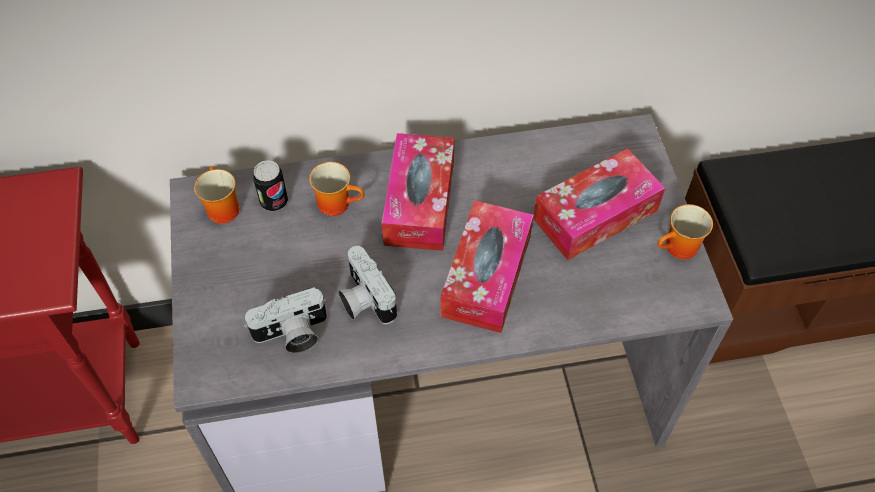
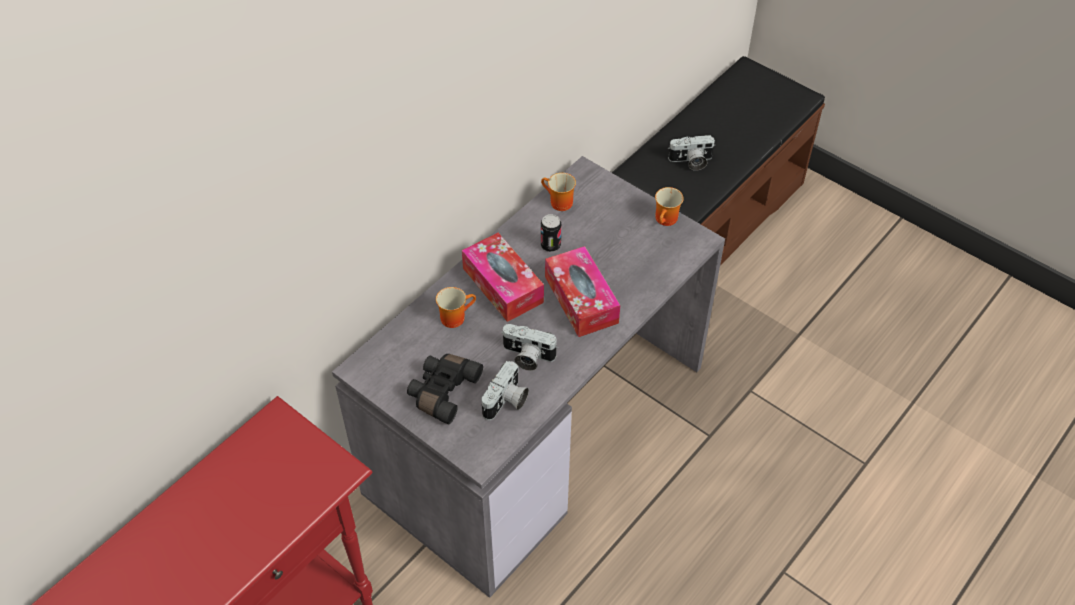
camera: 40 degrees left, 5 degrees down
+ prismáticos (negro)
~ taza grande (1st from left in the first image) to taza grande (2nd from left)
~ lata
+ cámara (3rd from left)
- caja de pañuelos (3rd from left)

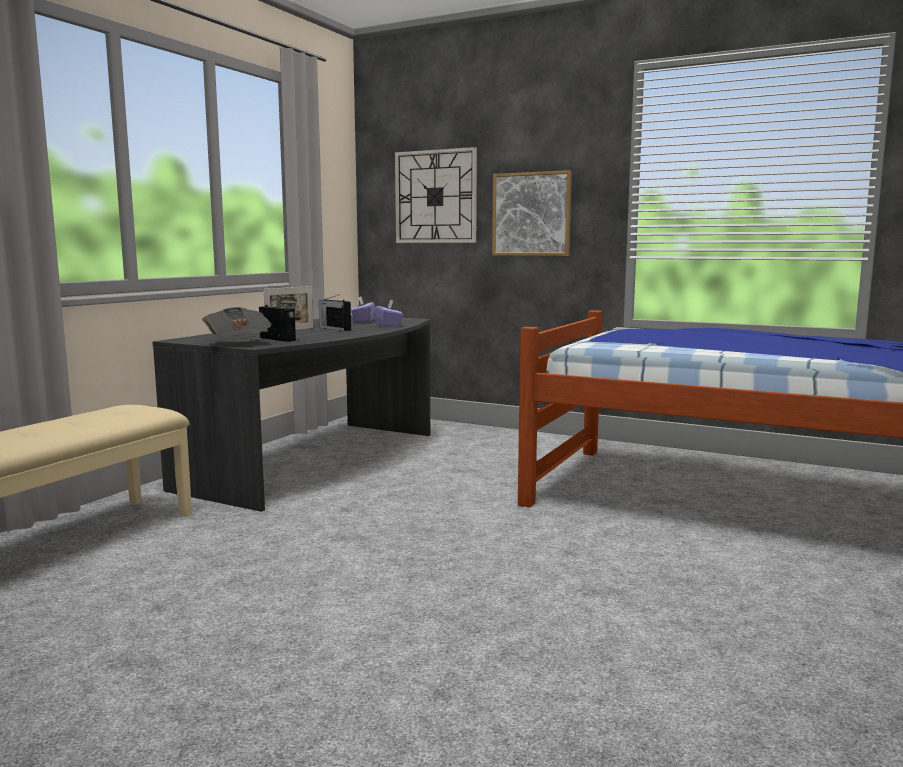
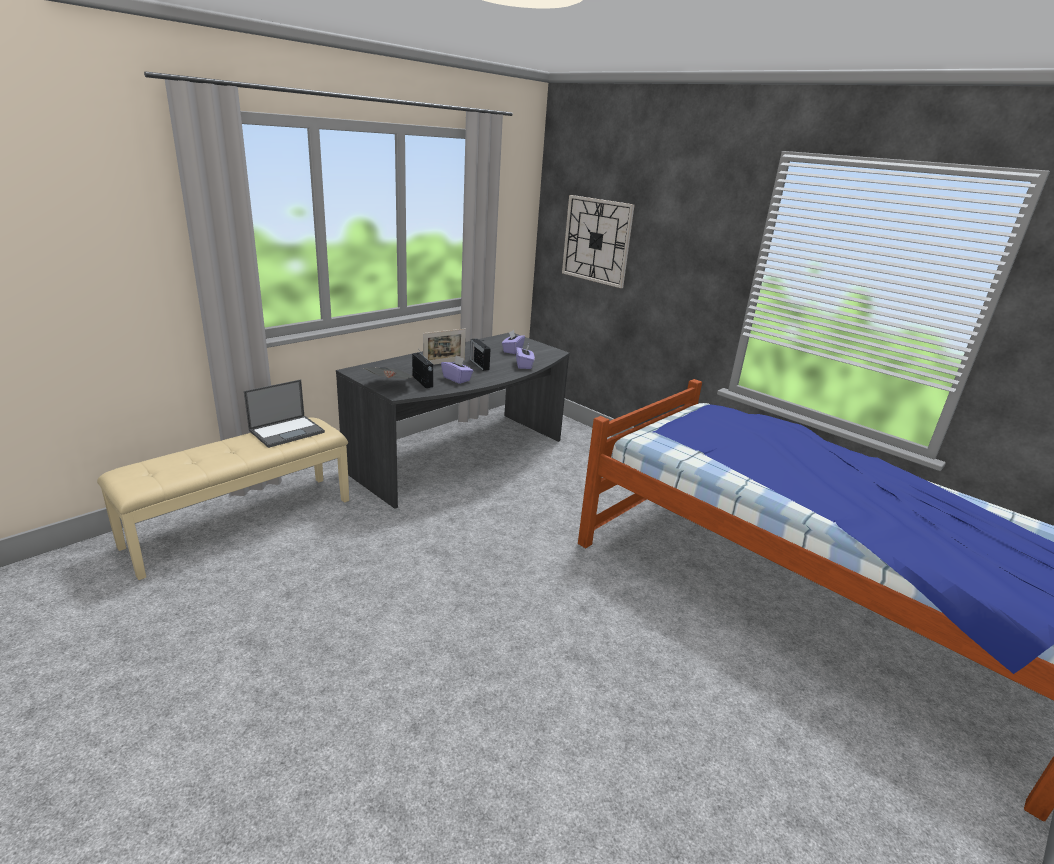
camera: 15 degrees right, 15 degrees up
+ portátil
+ caja de pañuelos (morado) (1st from left)
- cuadro

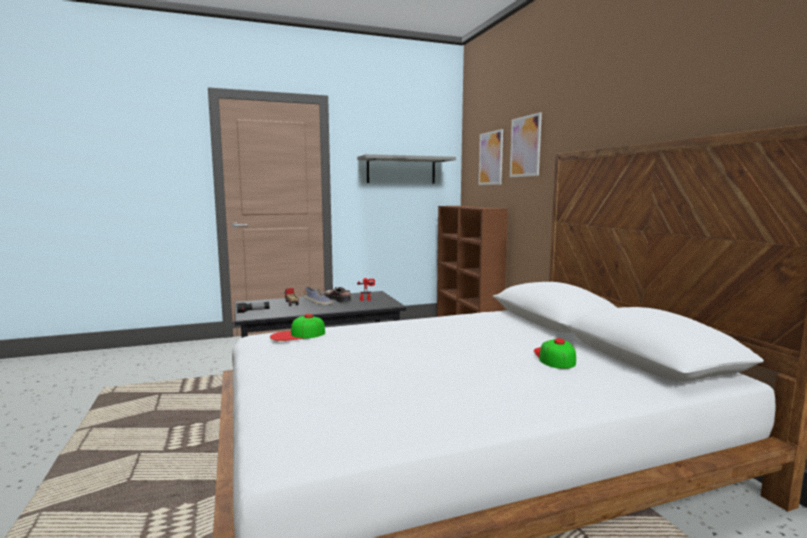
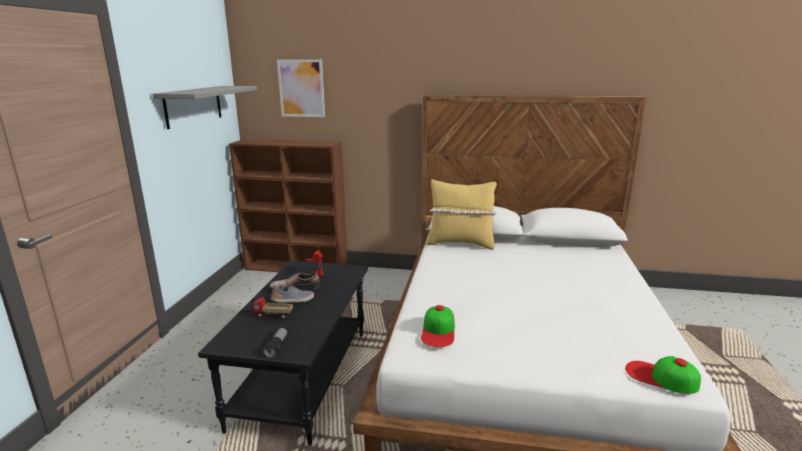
camera: 60 degrees left, 10 degrees up
+ cojín (amarillo)
~ gorra (2nd from left)
- cuadro (2nd from left)

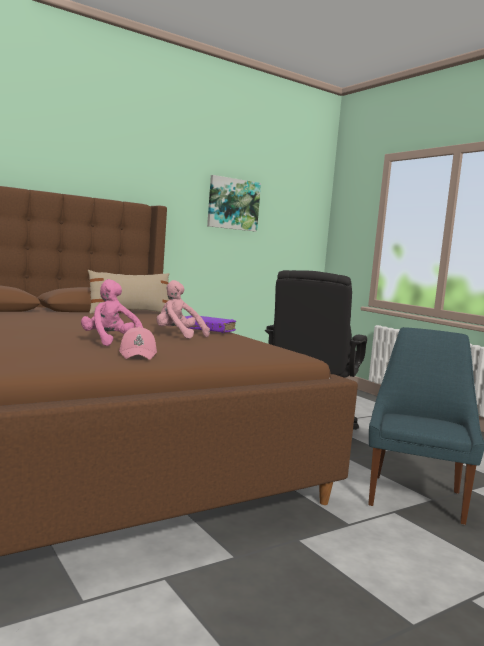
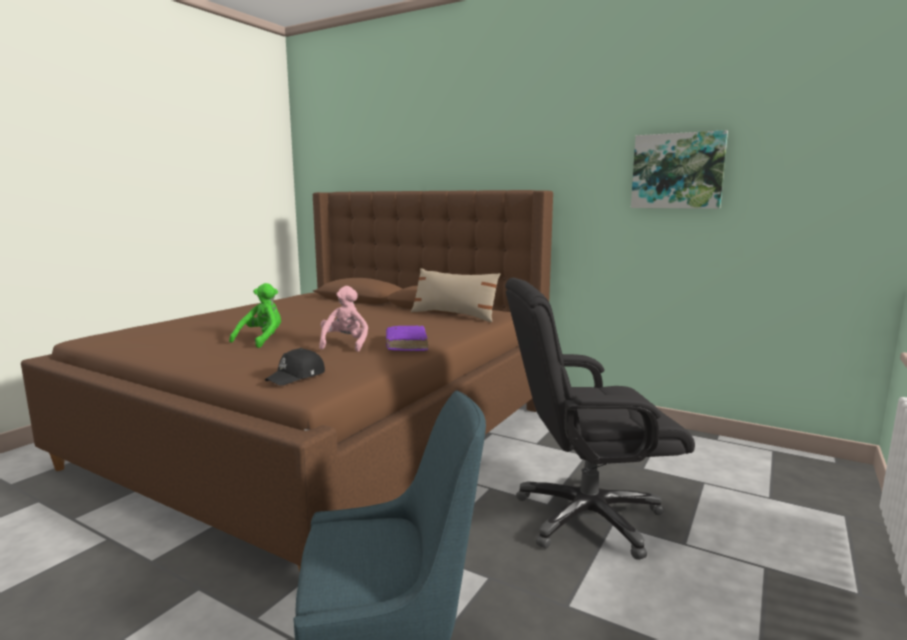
camera: 65 degrees right, 5 degrees up
~ peluche (rosa) (1st from left) to peluche (verde)
+ gorra (negro)
- gorra (rosa)

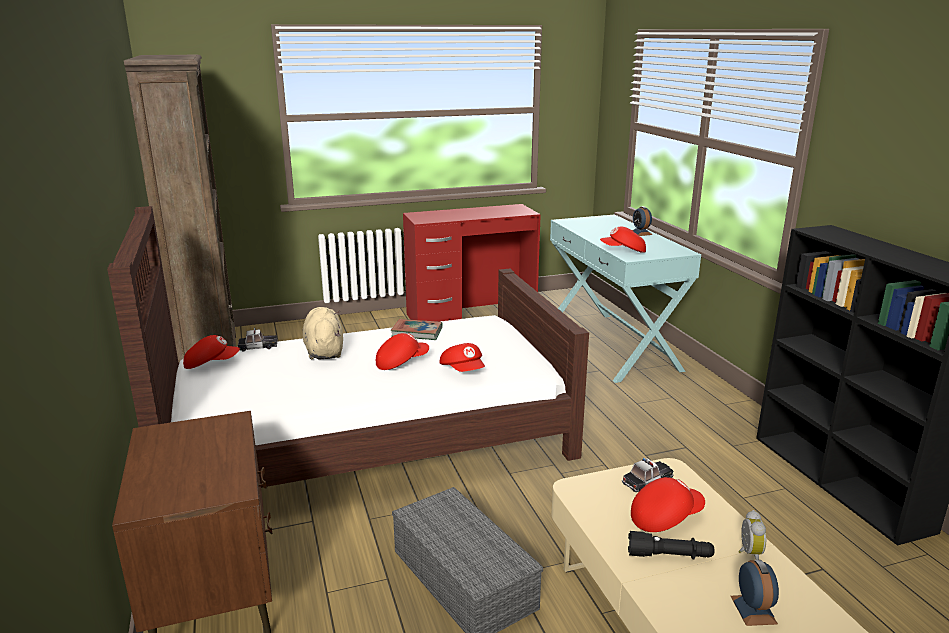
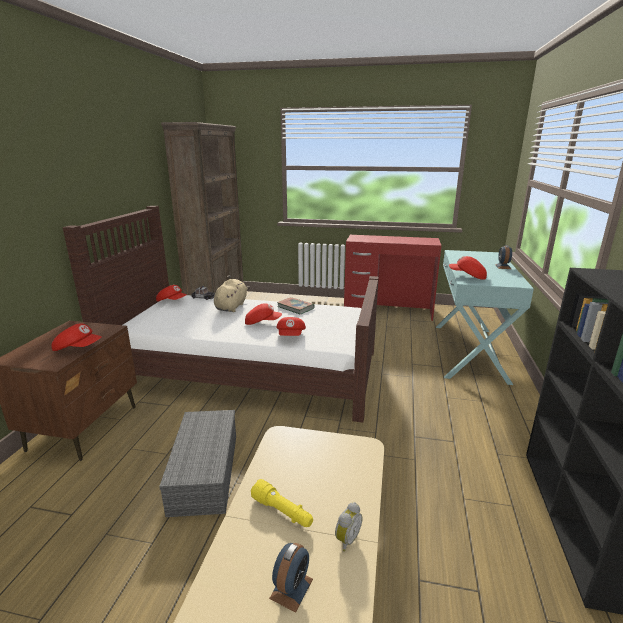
camera: 30 degrees right, 0 degrees up
~ gorra (rojo) (5th from left in the first image) to gorra (rojo) (1st from left)
~ linterna (negro) to linterna (amarillo)
- coche de juguete (2nd from left)

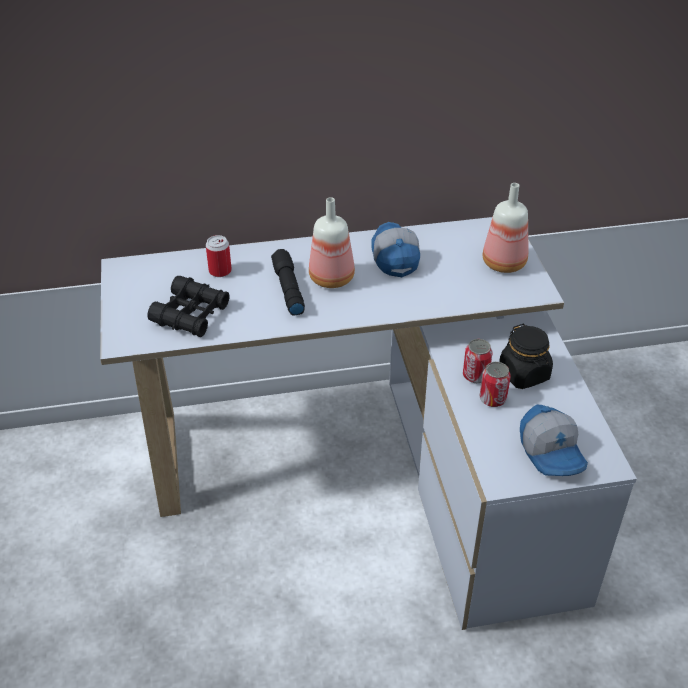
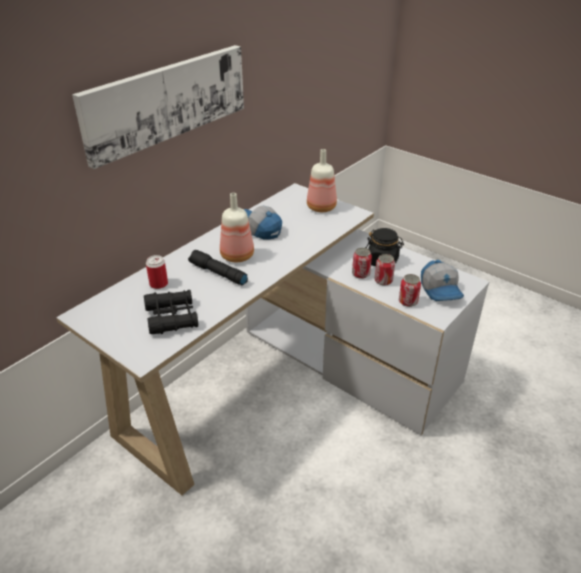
camera: 40 degrees left, 5 degrees down
+ cuadro
+ lata (4th from left)
~ gorra (2nd from left) 45 degrees clockwise

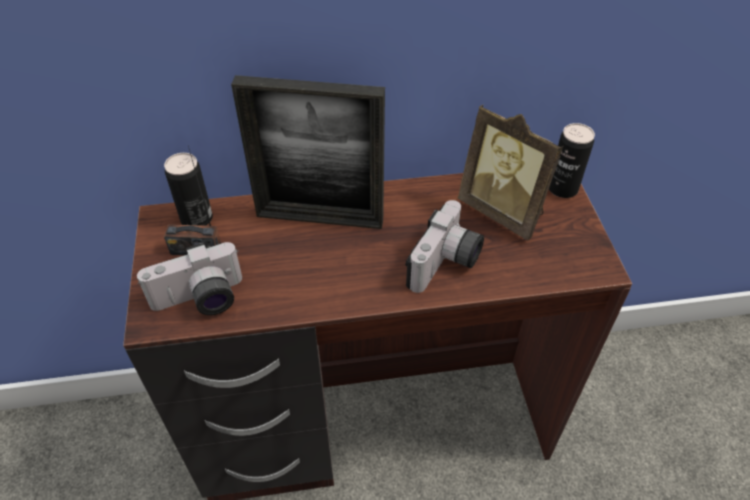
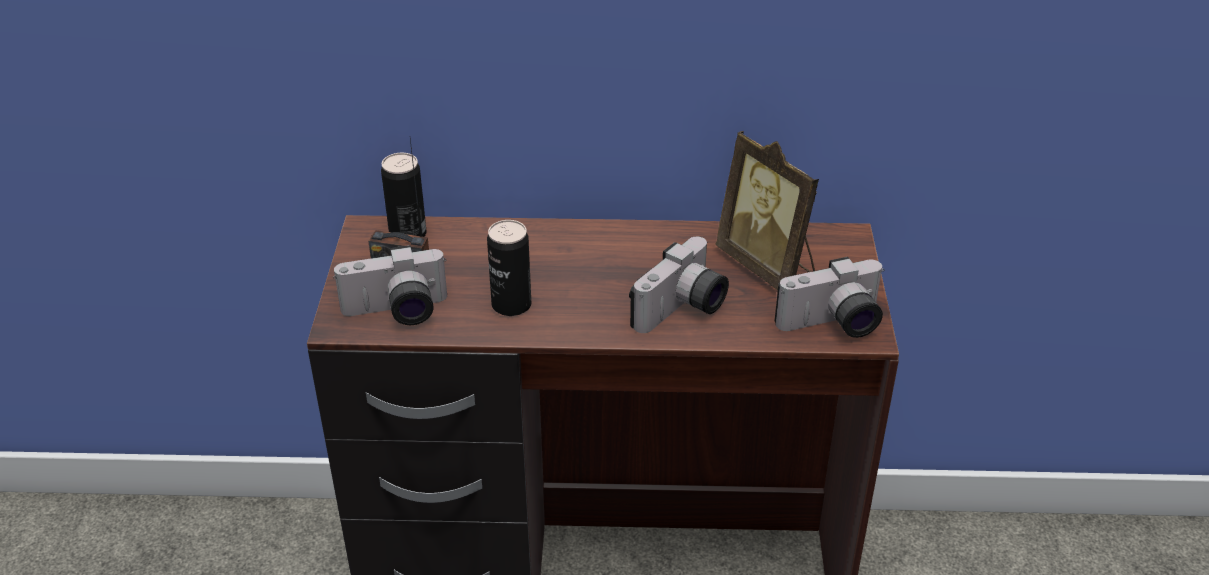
camera: 10 degrees right, 10 degrees down
~ lata (2nd from left)
+ cámara (3rd from left)
- portarretratos (1st from left)

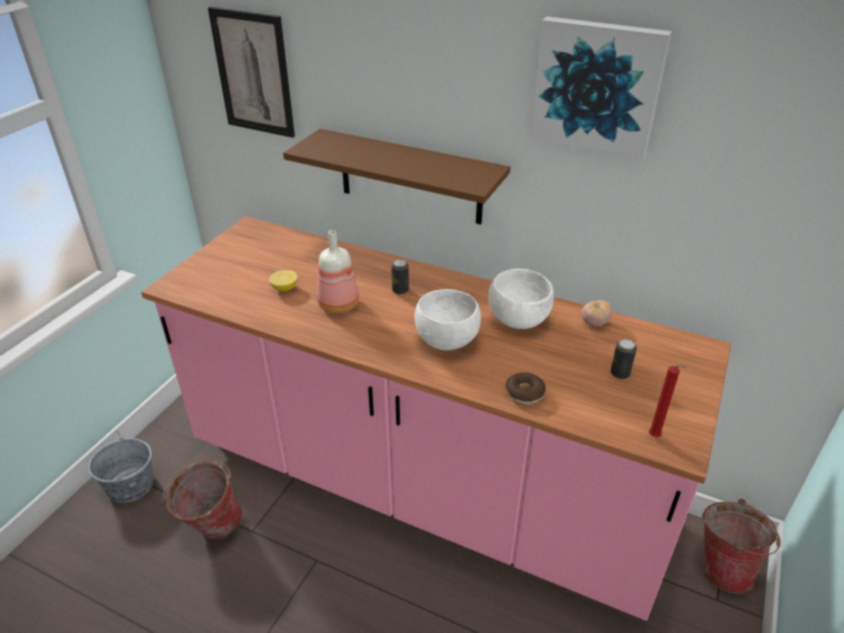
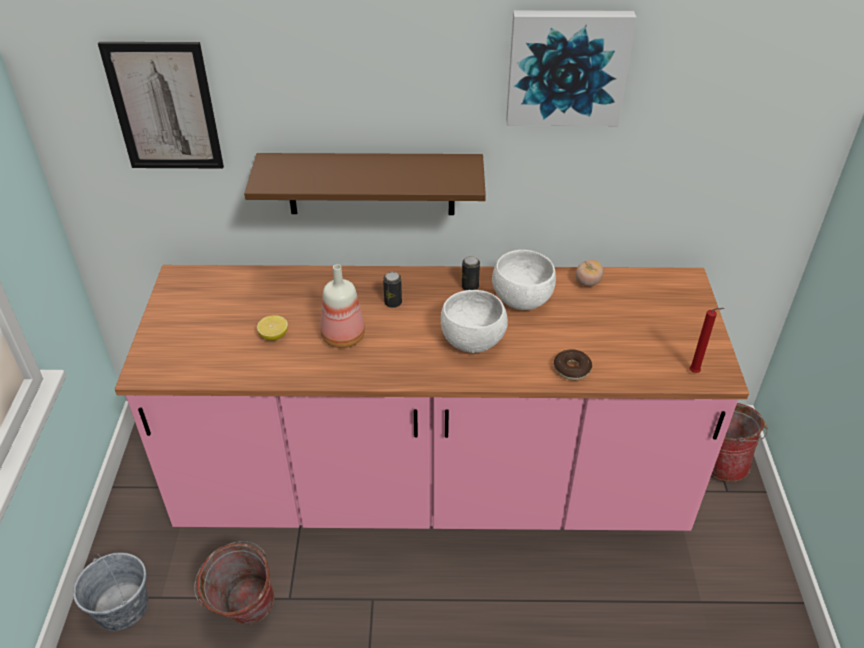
camera: 25 degrees left, 5 degrees up
~ lata (2nd from left)

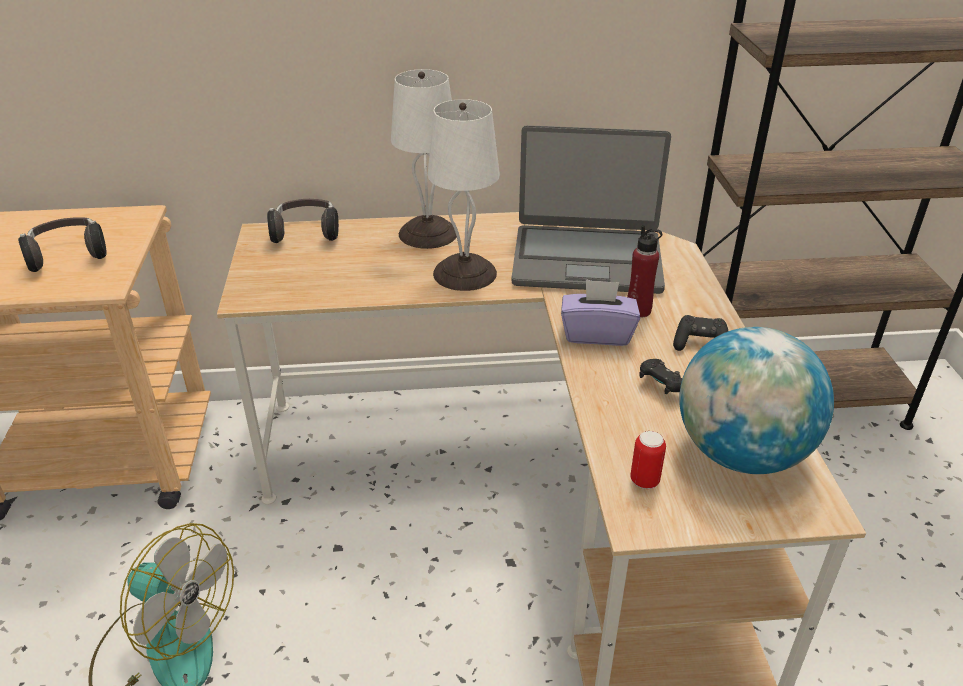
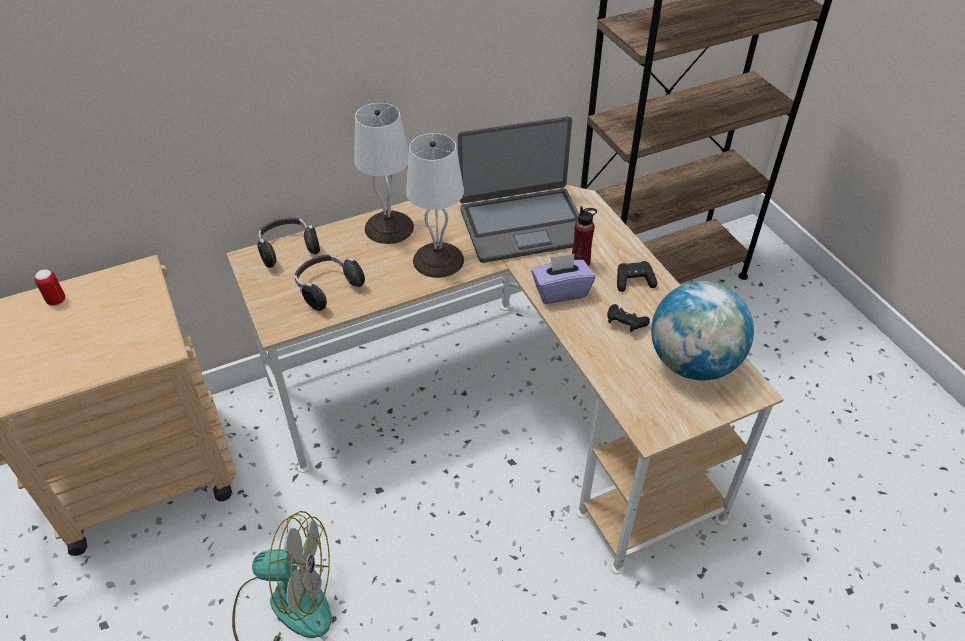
camera: 20 degrees left, 10 degrees up
~ lata
~ auriculares (1st from left in the first image) to auriculares (2nd from left)

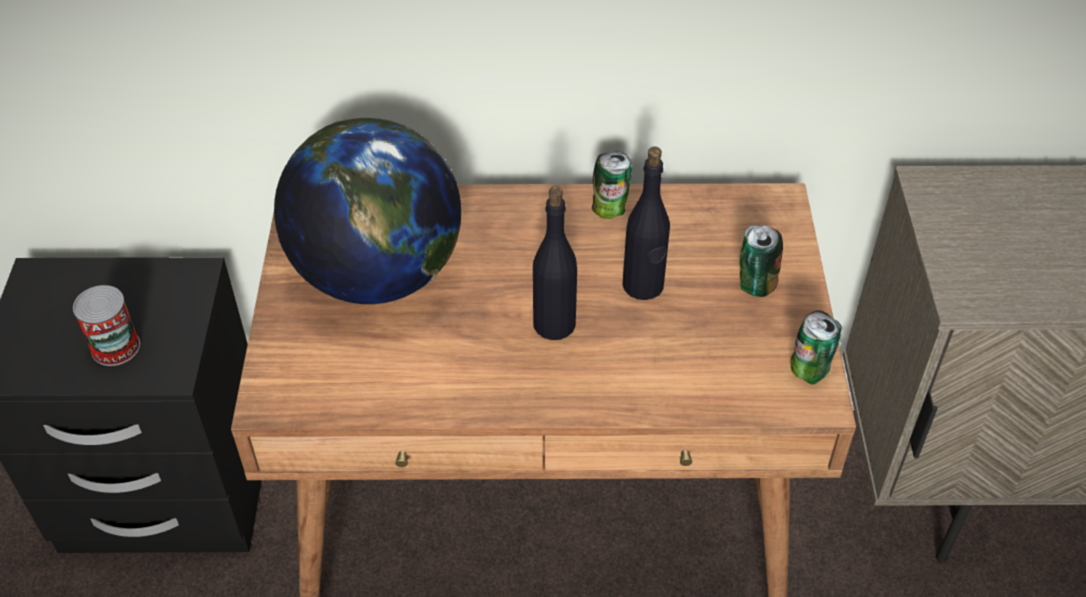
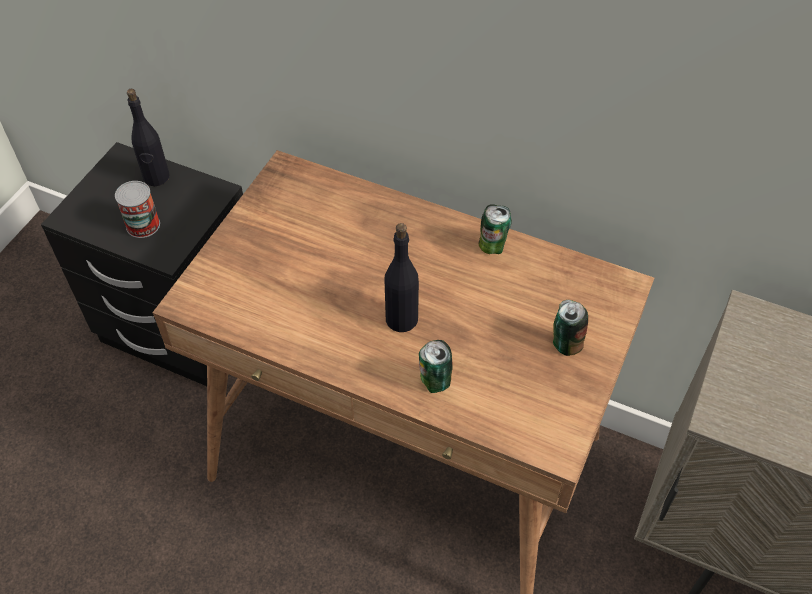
camera: 25 degrees right, 5 degrees up
~ botella (negro) (2nd from left in the first image) to botella (negro) (1st from left)
~ lata (4th from left in the first image) to lata (2nd from left)
- globo terráqueo

